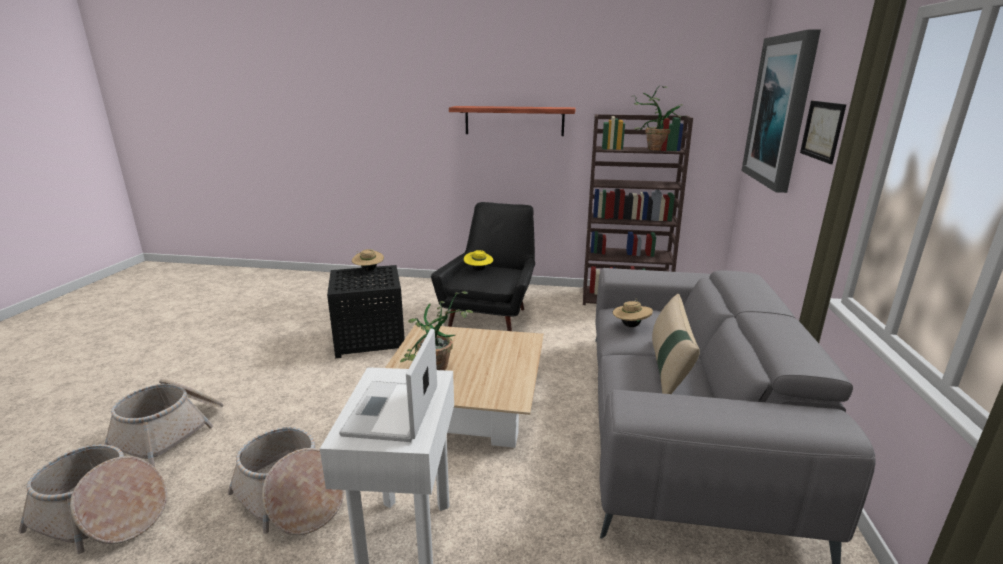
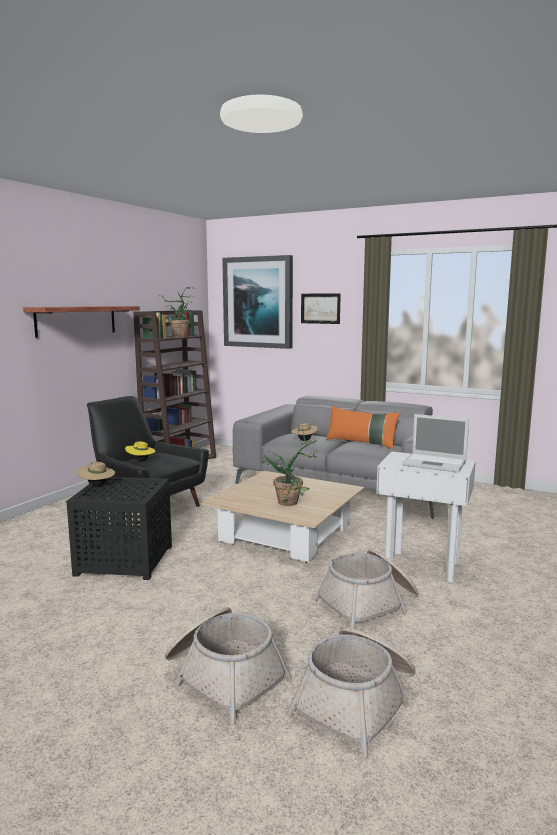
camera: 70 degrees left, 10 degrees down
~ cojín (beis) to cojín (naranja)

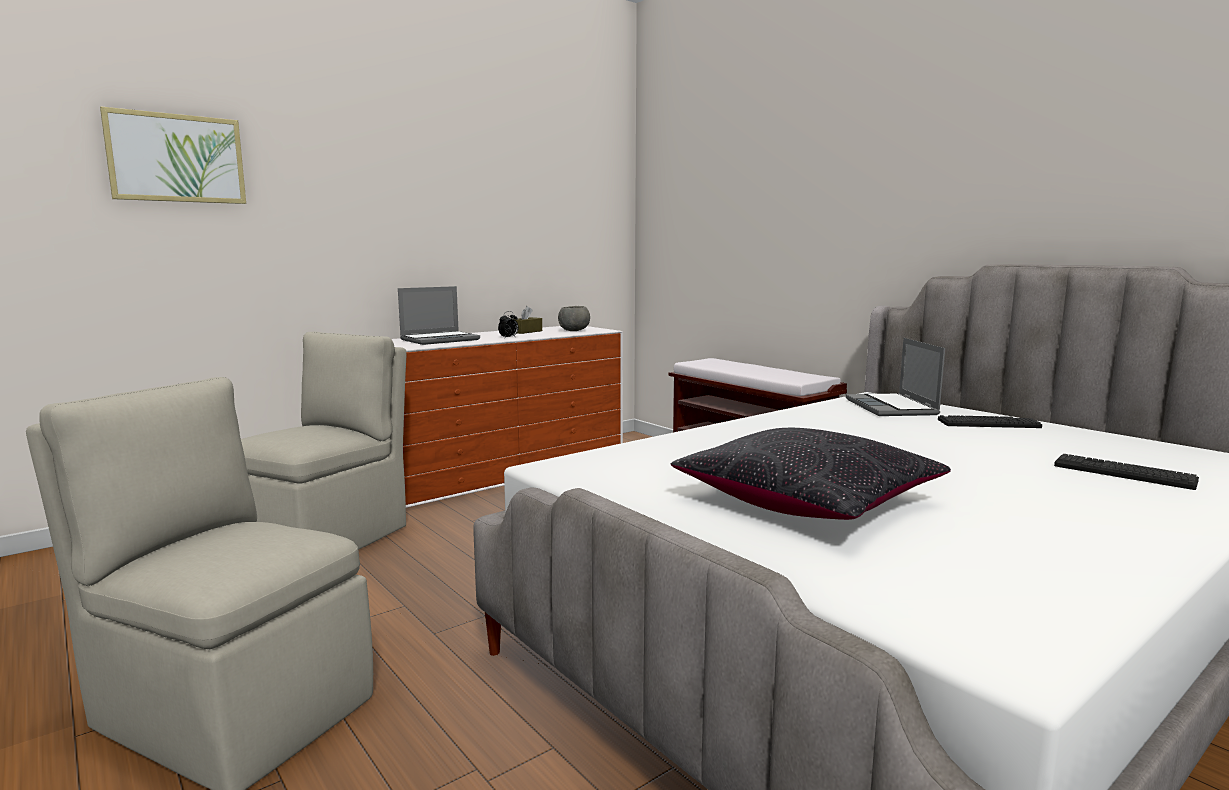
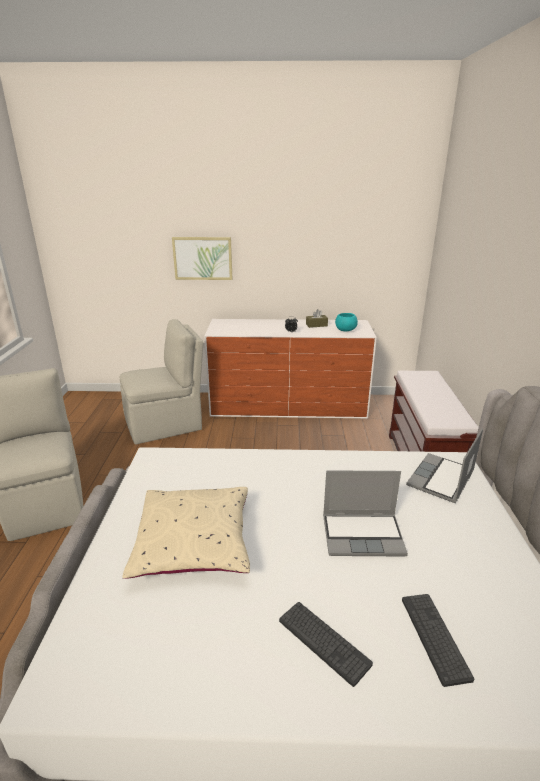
camera: 40 degrees right, 15 degrees up
~ cojín (negro) to cojín (beis)
~ cuadro
~ teclado (1st from left)
~ portátil (1st from left)
~ cuenco (gris) to cuenco (turquesa)

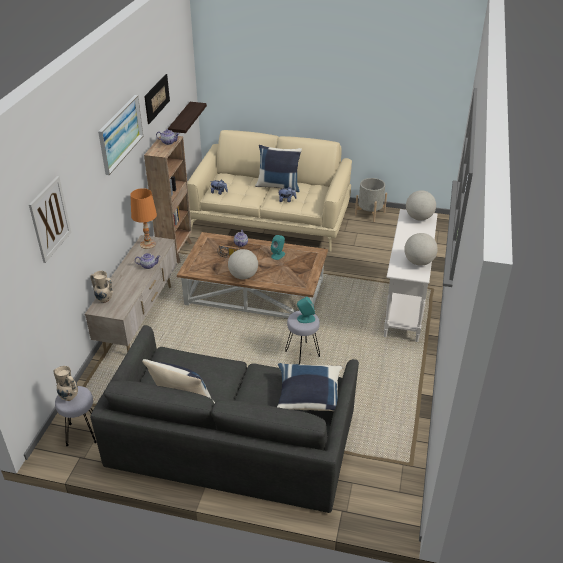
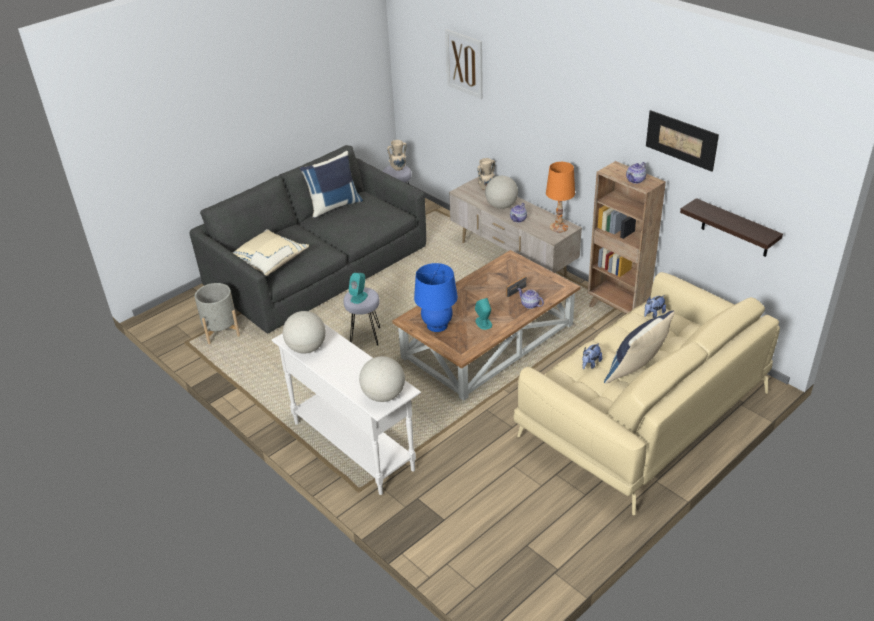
camera: 125 degrees right, 0 degrees up
~ maceta (gris)
~ cojín (azul) (3rd from left) to cojín (beis)
+ lámpara de mesa (azul)
~ globo terráqueo (1st from left in the first image) to globo terráqueo (3rd from left)
- cuadro (2nd from left)

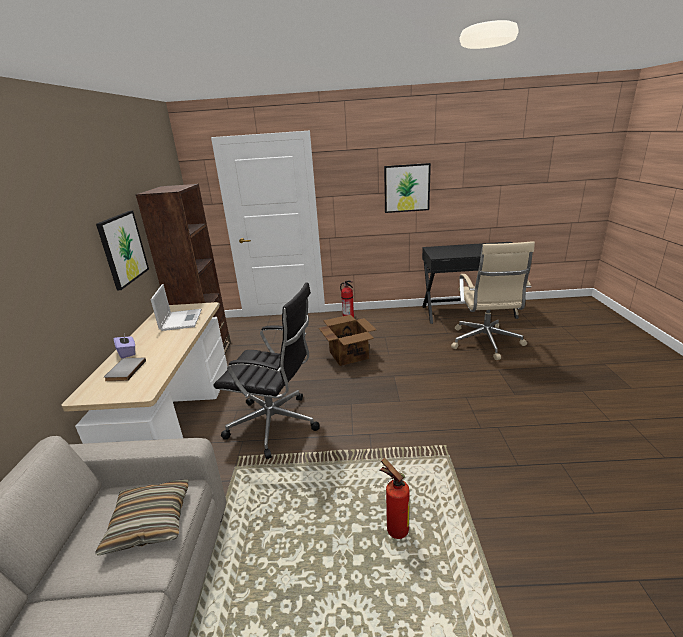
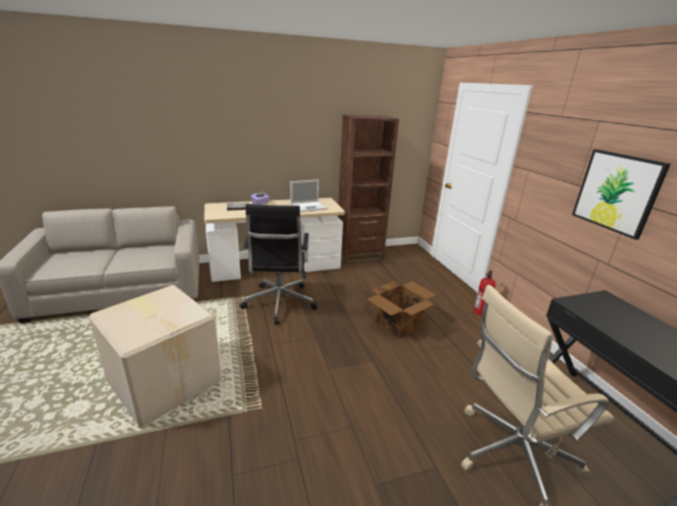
camera: 70 degrees right, 0 degrees up
~ extintor (2nd from left) to caja de cartón (1st from left)
- cojín
- cuadro (1st from left)

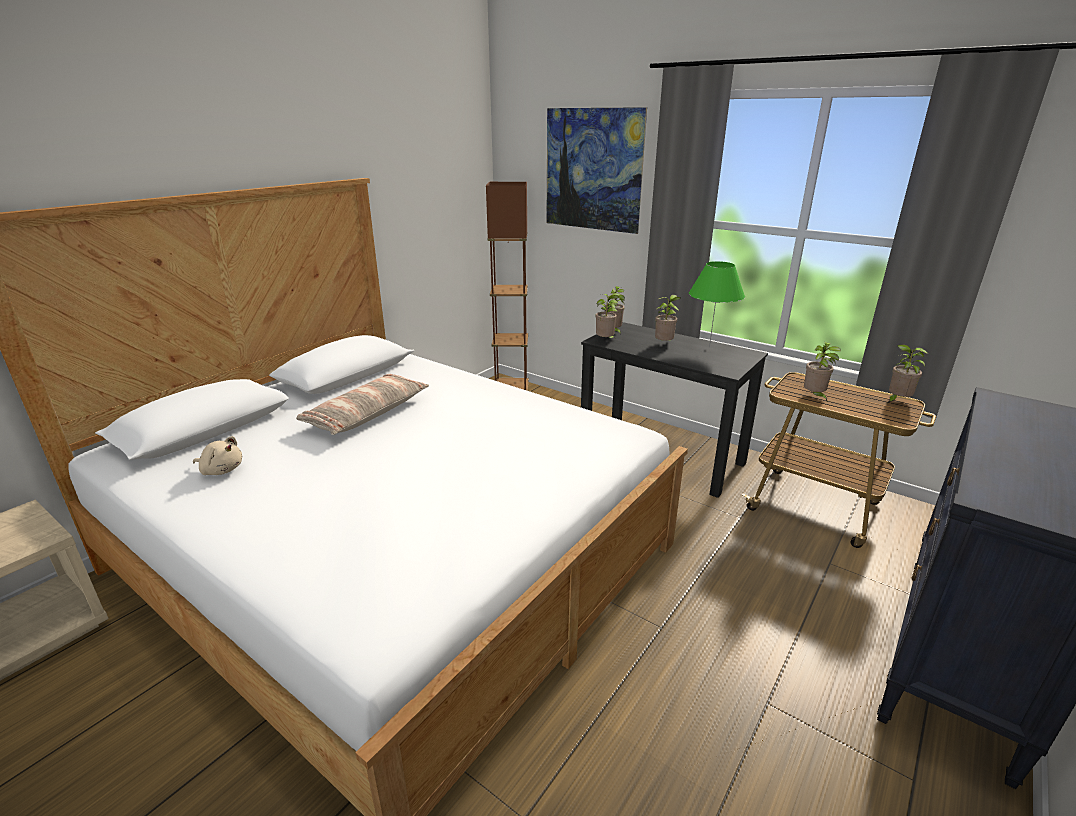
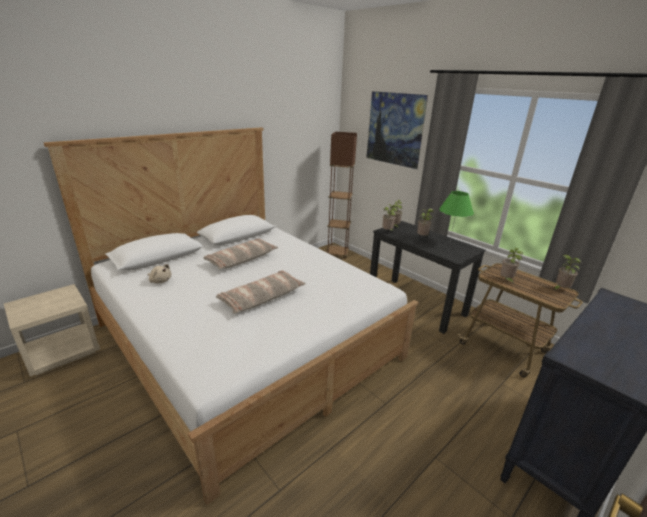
camera: 10 degrees right, 0 degrees up
+ cojín (2nd from left)

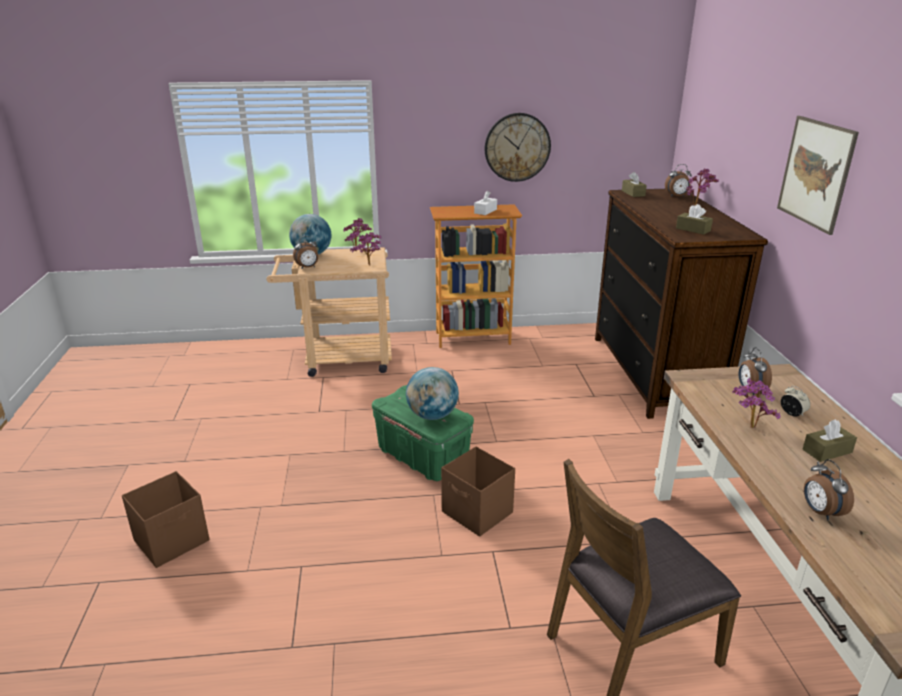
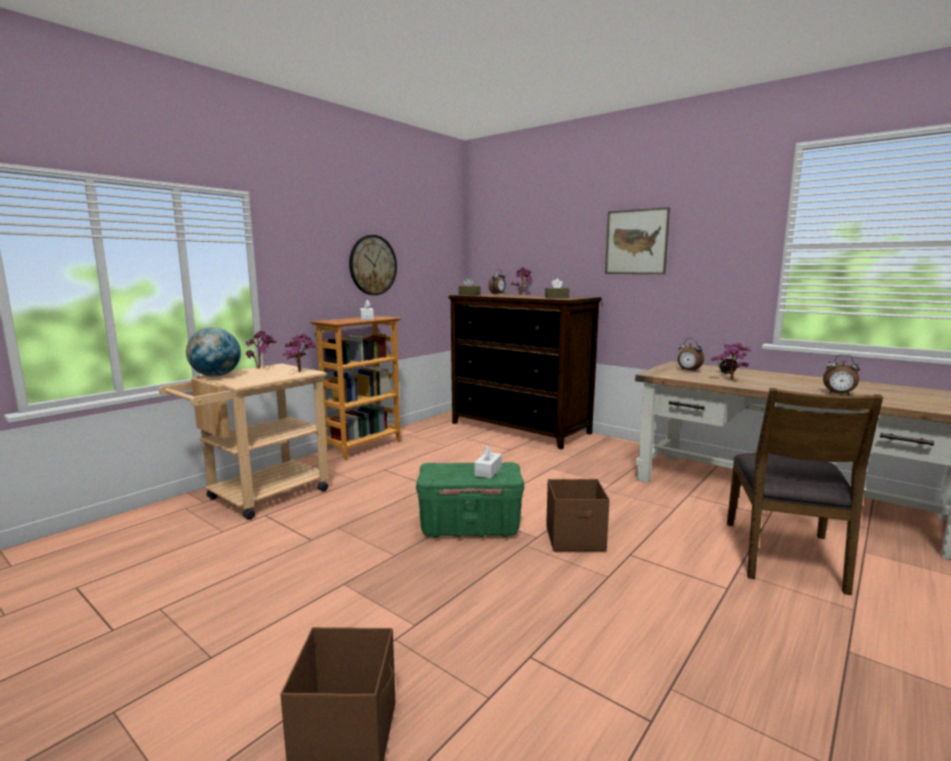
camera: 45 degrees left, 15 degrees down
~ globo terráqueo (2nd from left) to caja de pañuelos (blanco) (2nd from left)
- despertador (1st from left)
- caja de pañuelos (marrón) (3rd from left)

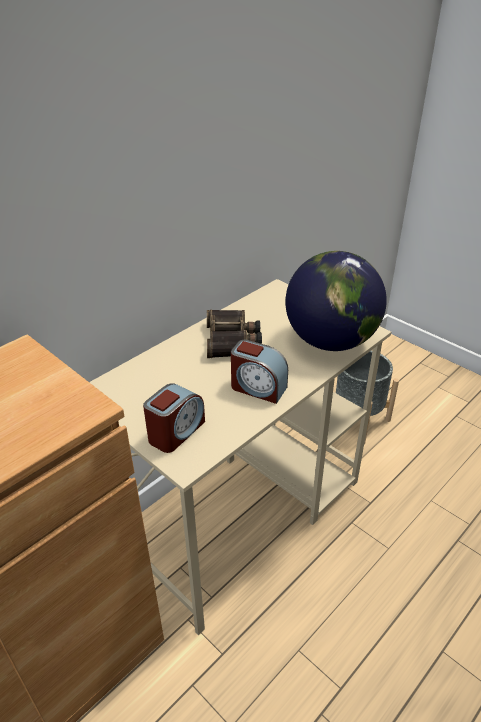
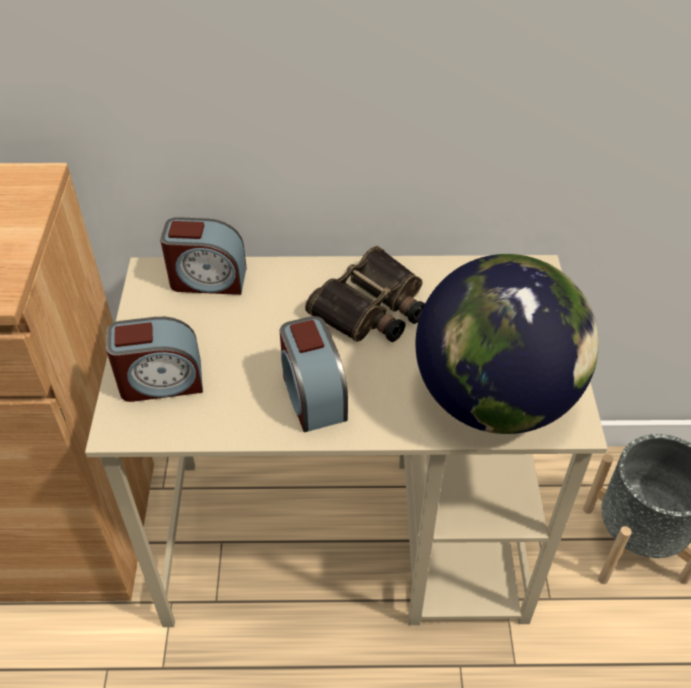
camera: 45 degrees right, 10 degrees up
+ despertador (2nd from left)

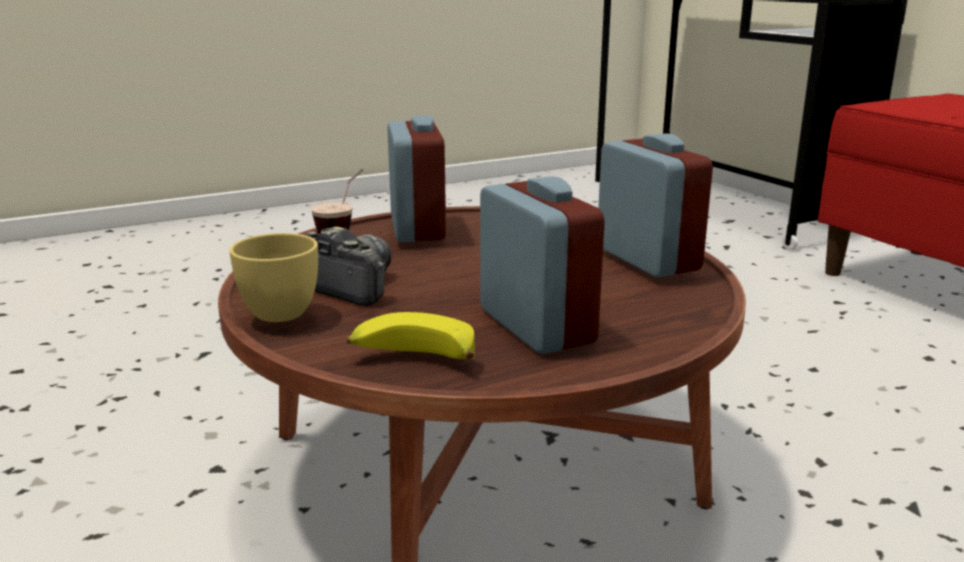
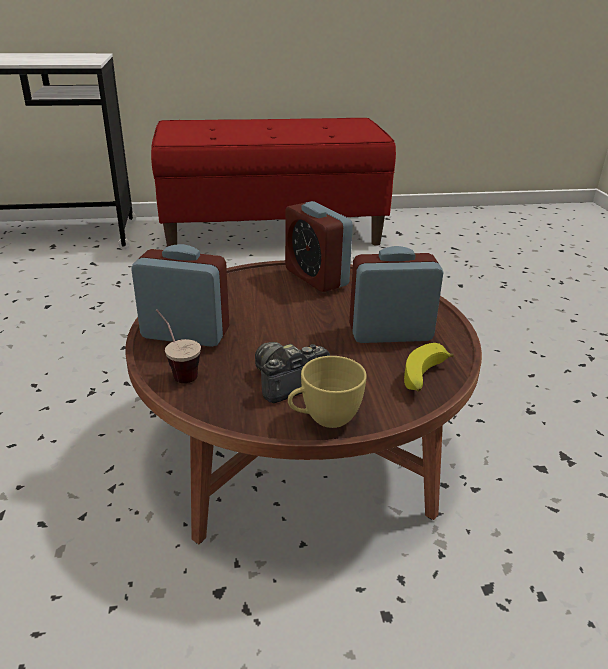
camera: 70 degrees left, 10 degrees up
~ despertador (3rd from left in the first image) 120 degrees counterclockwise

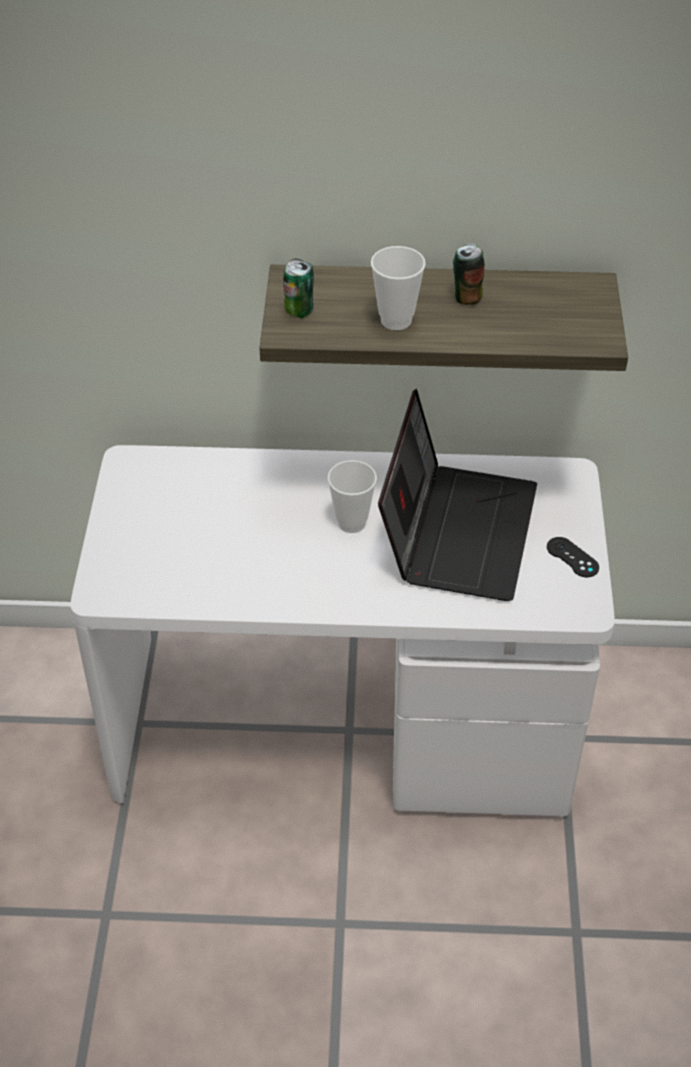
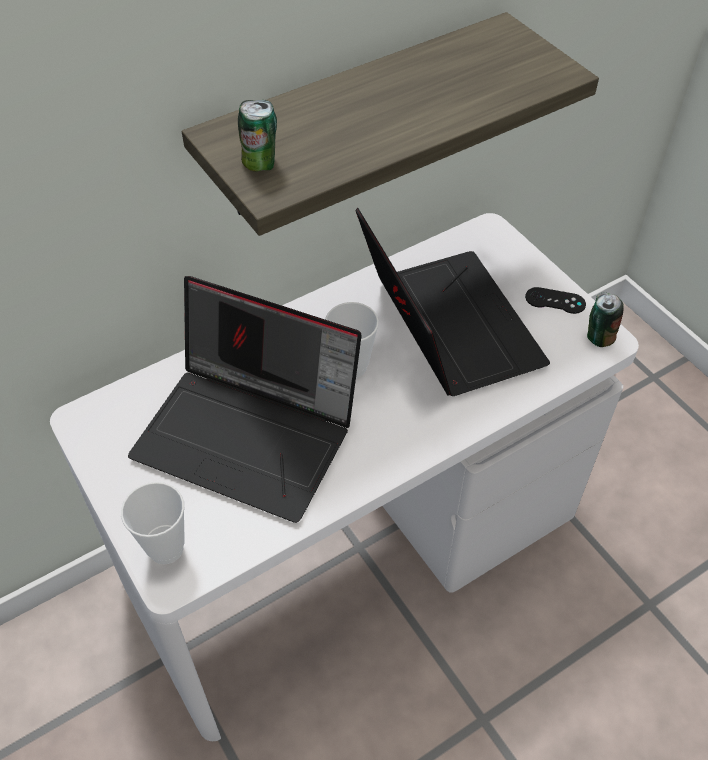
camera: 35 degrees left, 5 degrees up
~ taza (2nd from left in the first image) to taza (1st from left)
+ portátil (1st from left)
~ lata (2nd from left)

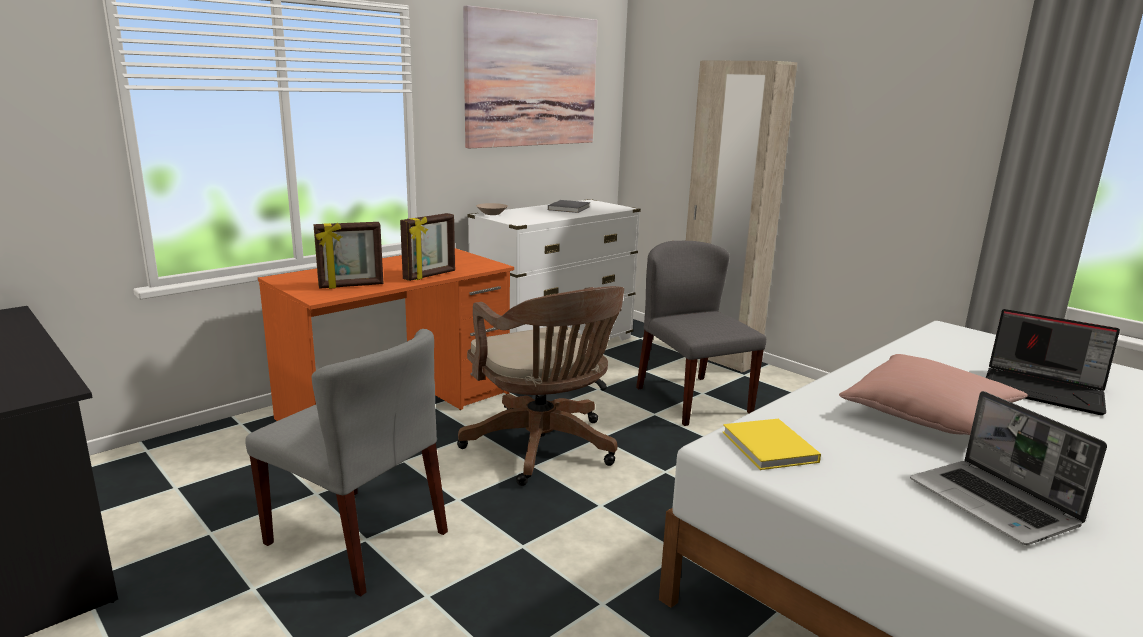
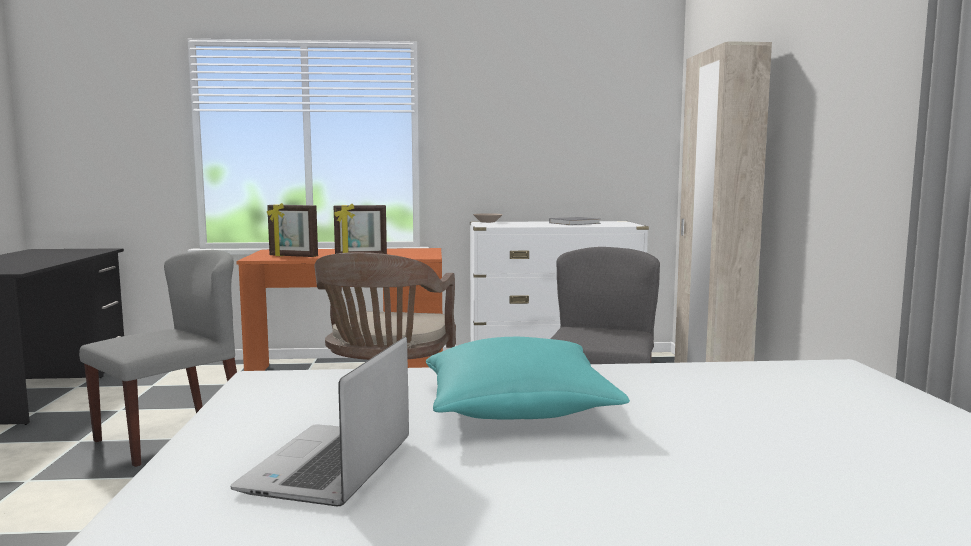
camera: 40 degrees right, 10 degrees down
~ silla (gris) (1st from left) 120 degrees counterclockwise
~ cojín (rosa) to cojín (turquesa)
- cuadro
- libro (amarillo)
- portátil (2nd from left)

